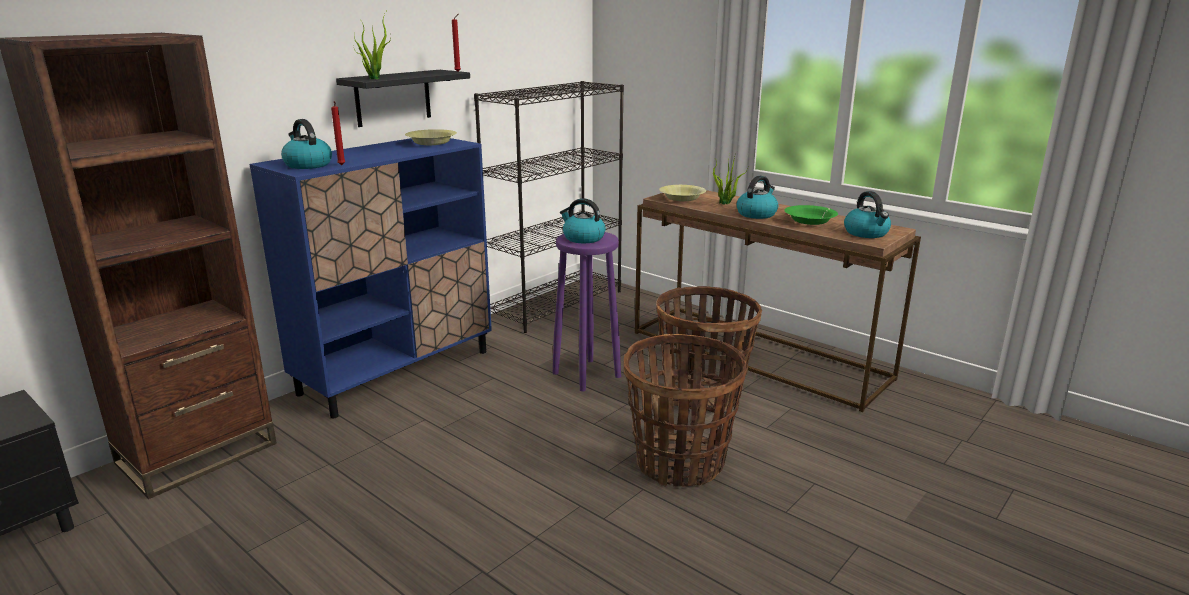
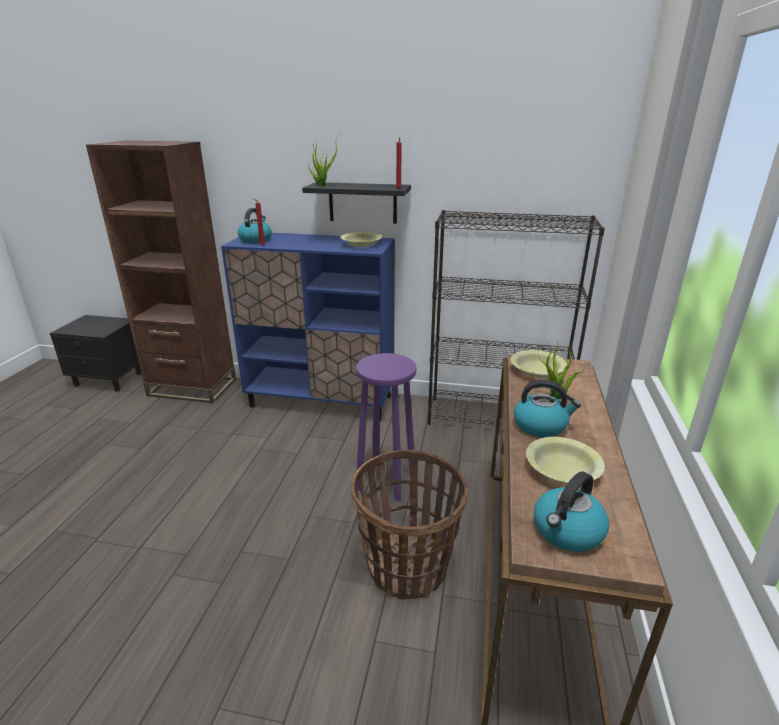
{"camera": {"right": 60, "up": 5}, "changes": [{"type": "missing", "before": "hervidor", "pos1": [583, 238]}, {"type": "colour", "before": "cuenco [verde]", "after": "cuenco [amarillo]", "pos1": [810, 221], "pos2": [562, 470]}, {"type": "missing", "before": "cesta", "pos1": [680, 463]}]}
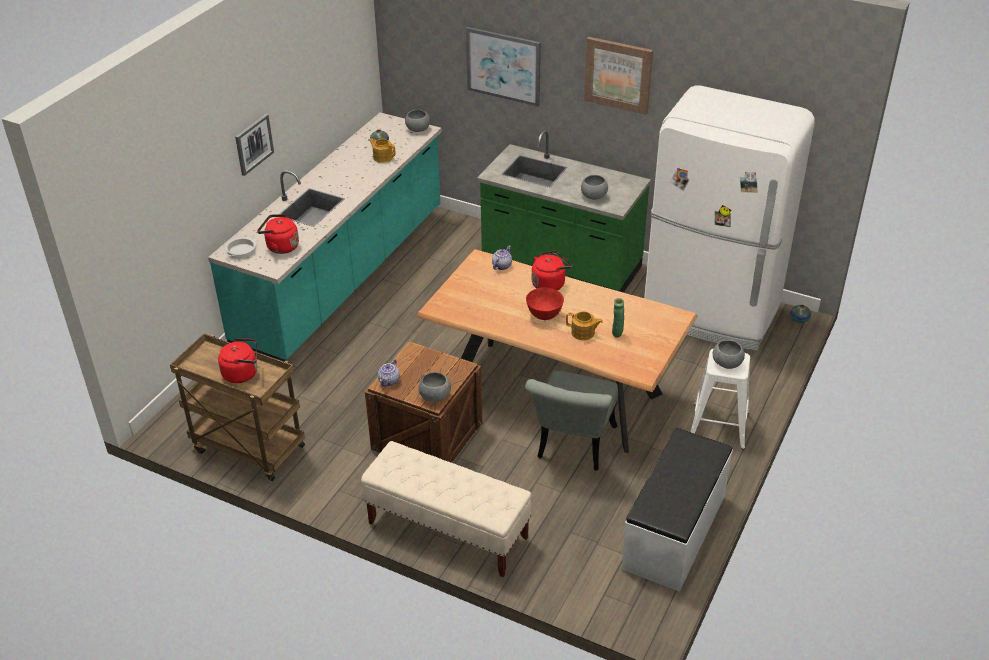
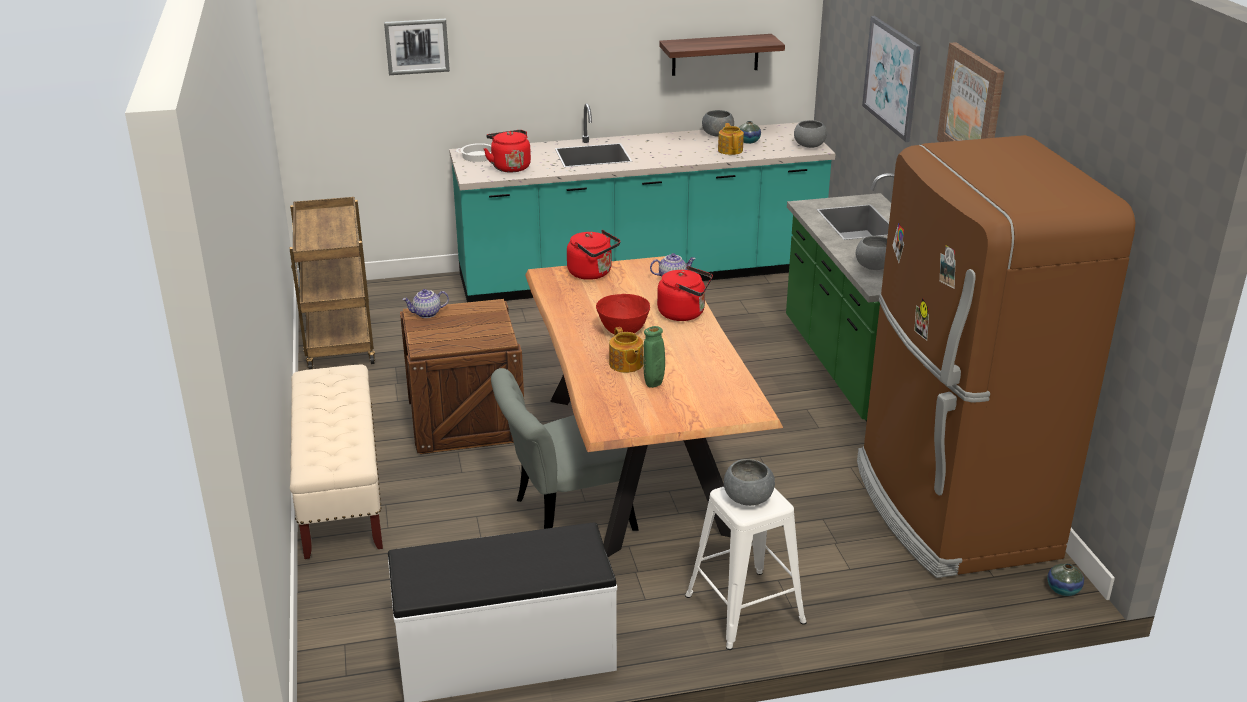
{"camera": {"right": 50, "up": -10}, "changes": [{"type": "colour", "before": "nevera [blanco]", "after": "nevera [marrón]", "pos1": [710, 312], "pos2": [951, 510]}, {"type": "relocated", "before": "cuadro", "pos1": [253, 144], "pos2": [417, 46]}, {"type": "relocated", "before": "hervidor [rojo]", "pos1": [242, 373], "pos2": [592, 273]}, {"type": "relocated", "before": "cuenco [gris]", "pos1": [435, 396], "pos2": [717, 134]}, {"type": "appeared", "after": "estante", "pos2": [715, 54]}]}
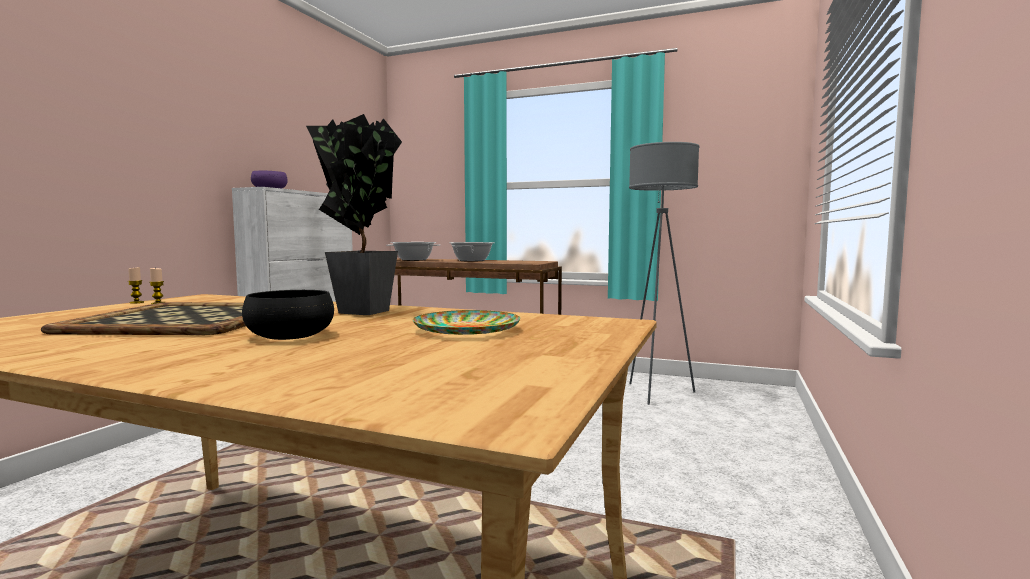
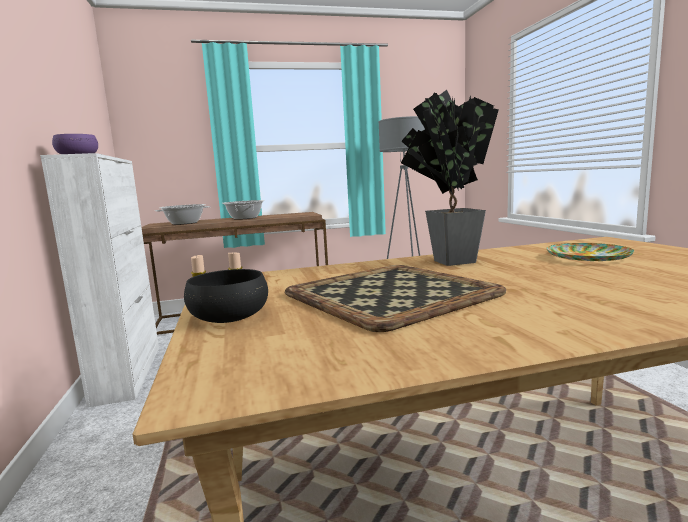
{"camera": {"right": -35, "up": 5}, "changes": [{"type": "relocated", "before": "cuenco [negro]", "pos1": [290, 335], "pos2": [229, 316]}]}
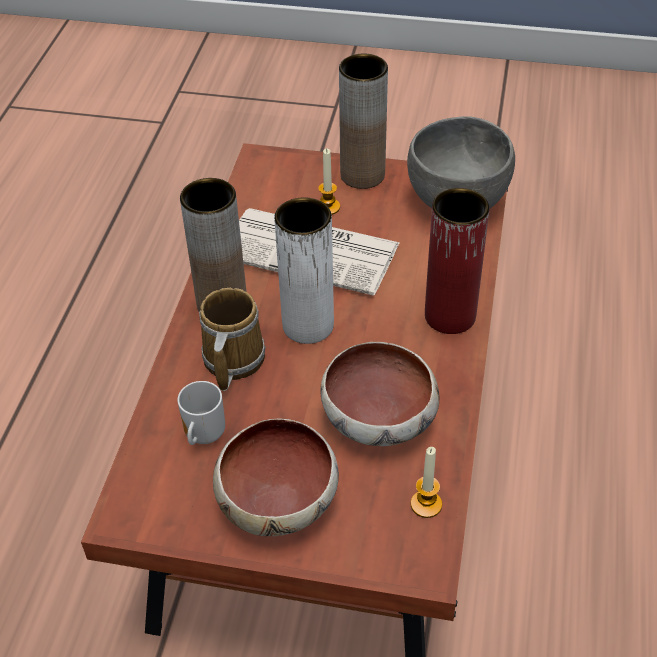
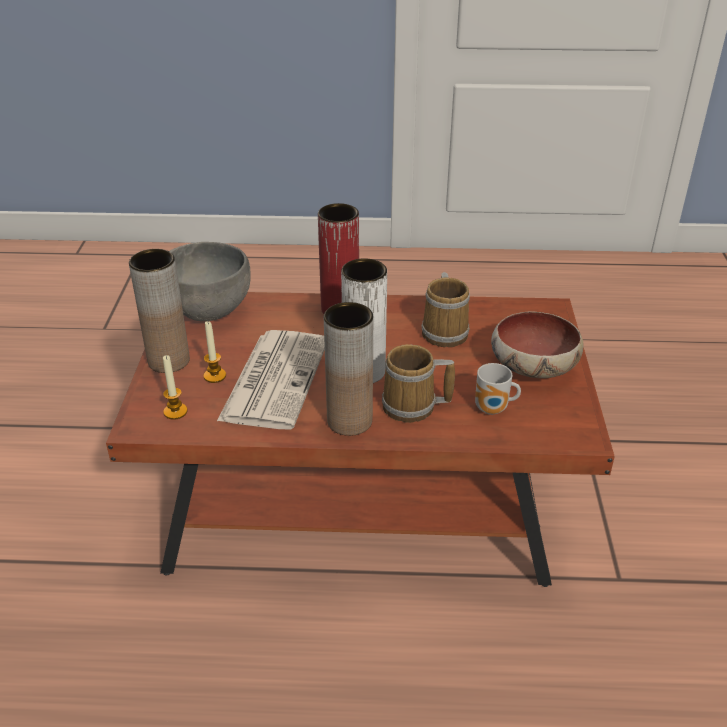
{"camera": {"right": -100, "up": -10}, "changes": [{"type": "exchanged", "before": "cuenco", "after": "taza grande", "pos1": [381, 419], "pos2": [446, 331]}, {"type": "relocated", "before": "vela", "pos1": [426, 504], "pos2": [175, 412]}]}
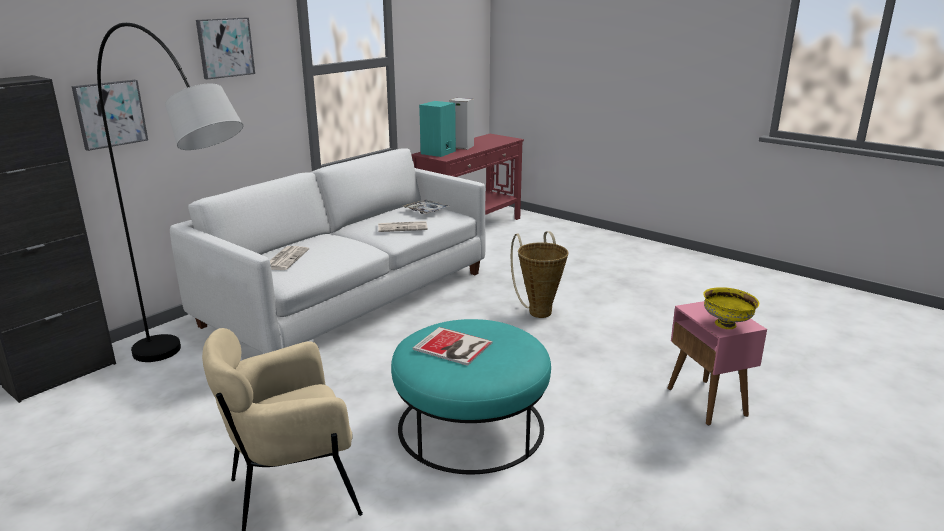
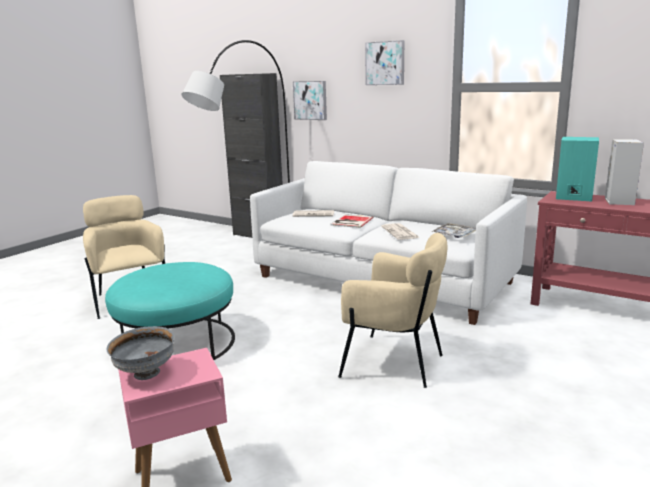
{"camera": {"right": 85, "up": -5}, "changes": [{"type": "exchanged", "before": "cesta", "after": "sillón [beis]", "pos1": [538, 310], "pos2": [393, 363]}, {"type": "colour", "before": "cuenco [amarillo]", "after": "cuenco [gris]", "pos1": [726, 324], "pos2": [146, 374]}, {"type": "relocated", "before": "libro", "pos1": [453, 347], "pos2": [351, 221]}]}
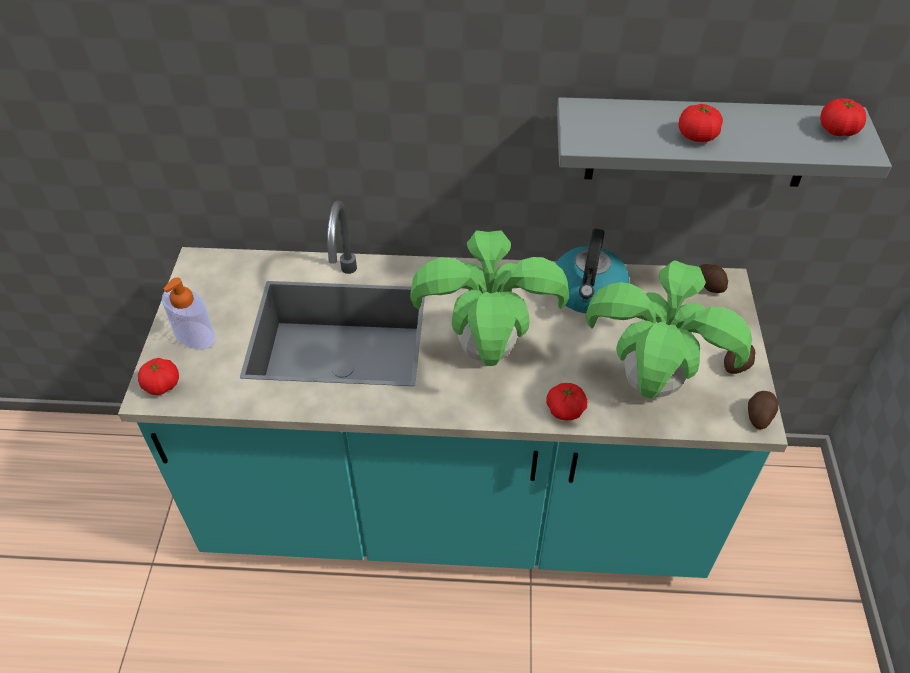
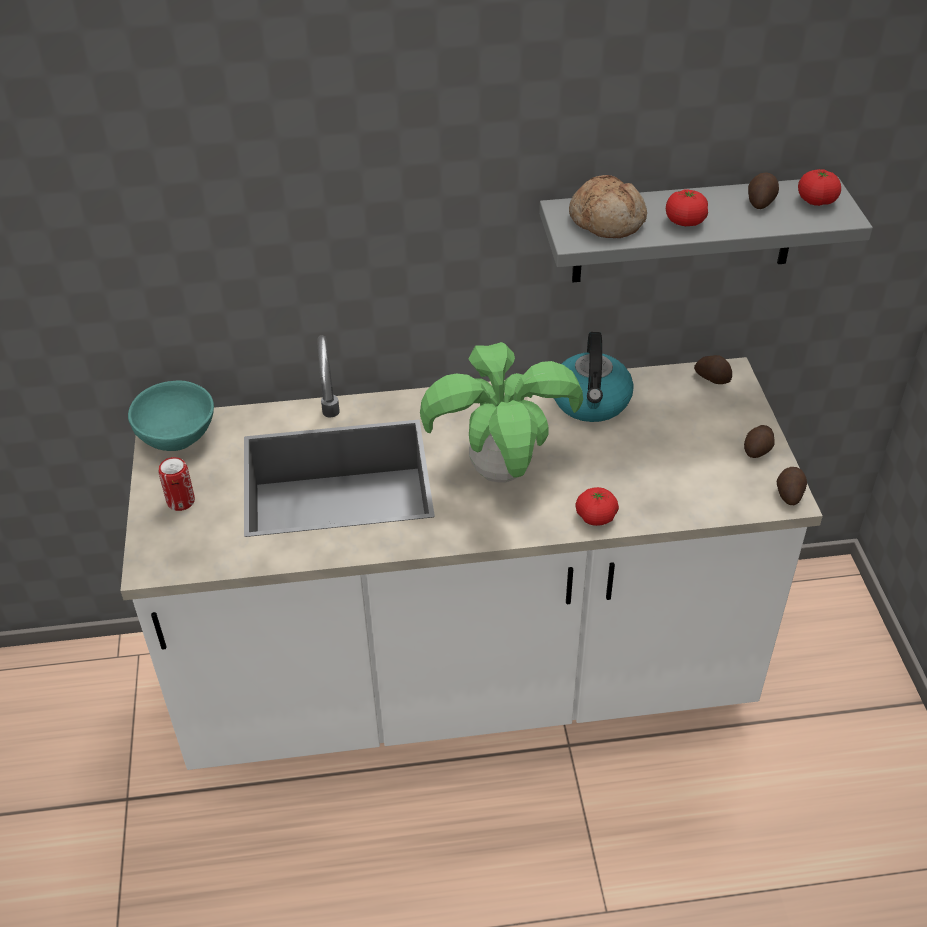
{"camera": {"right": -10, "up": -5}, "changes": [{"type": "colour", "before": "mueble bajo de cocina [turquesa]", "after": "mueble bajo de cocina [blanco]", "pos1": [455, 510], "pos2": [467, 683]}, {"type": "missing", "before": "planta en maceta", "pos1": [650, 384]}, {"type": "exchanged", "before": "dispensador de jabón", "after": "lata", "pos1": [194, 335], "pos2": [181, 501]}, {"type": "missing", "before": "tomate", "pos1": [162, 385]}, {"type": "appeared", "after": "patata", "pos2": [760, 201]}, {"type": "appeared", "after": "pan", "pos2": [607, 220]}, {"type": "appeared", "after": "cuenco [turquesa]", "pos2": [179, 437]}]}
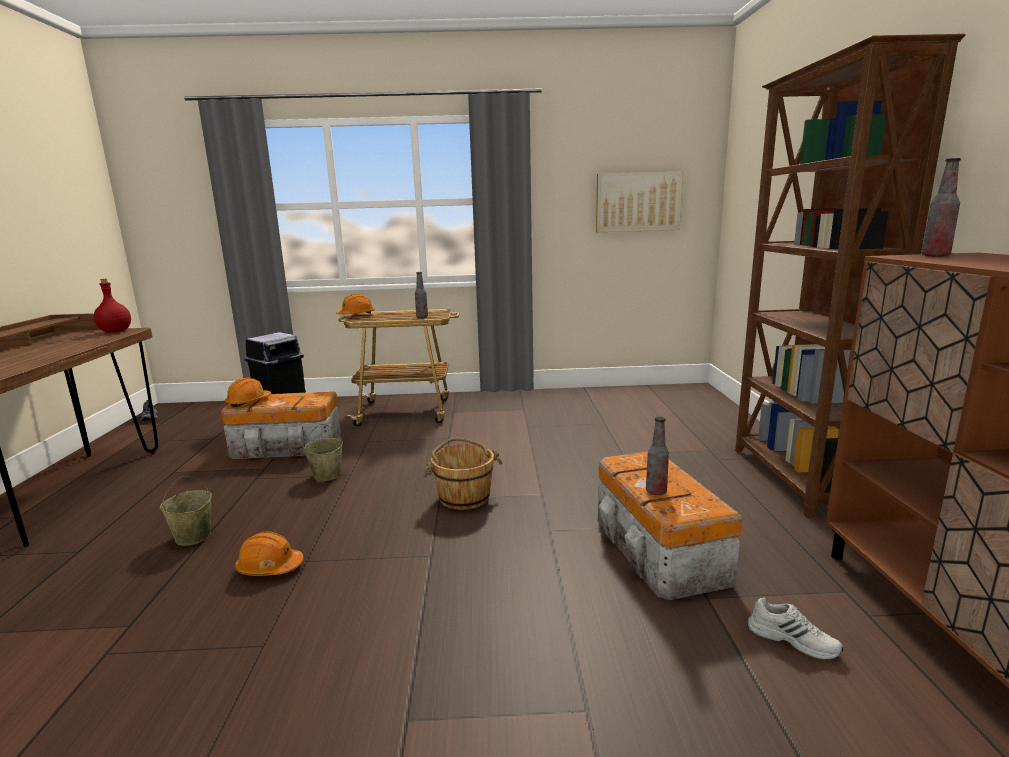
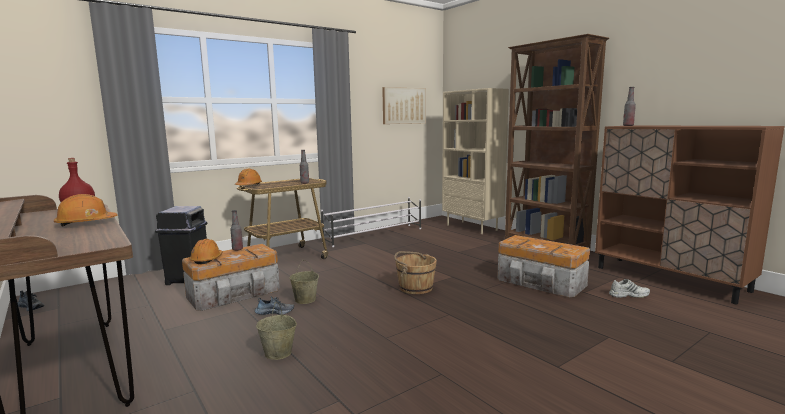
{"camera": {"right": -35, "up": -5}, "changes": [{"type": "relocated", "before": "botella", "pos1": [656, 492], "pos2": [237, 249]}, {"type": "relocated", "before": "casco [naranja]", "pos1": [269, 567], "pos2": [86, 223]}, {"type": "appeared", "after": "estantería [beis]", "pos2": [472, 227]}, {"type": "appeared", "after": "zapatero [blanco]", "pos2": [375, 235]}, {"type": "appeared", "after": "zapato", "pos2": [275, 312]}]}
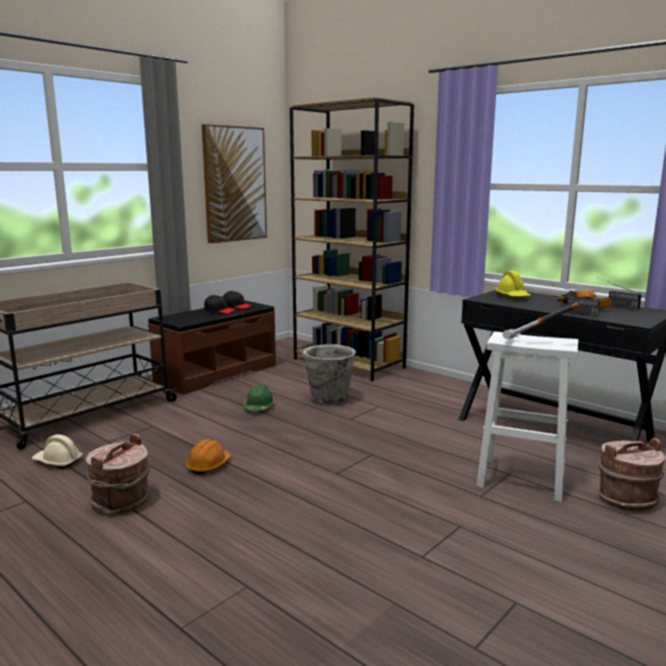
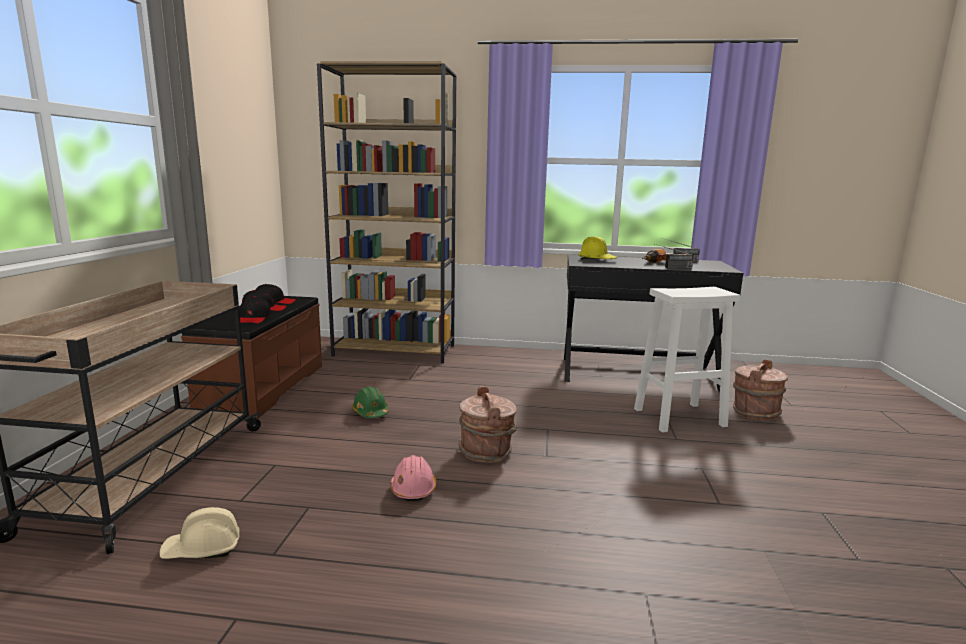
{"camera": {"right": -35, "up": 0}, "changes": [{"type": "missing", "before": "cuadro", "pos1": [234, 184]}, {"type": "missing", "before": "martillo", "pos1": [534, 344]}, {"type": "missing", "before": "cubo [gris]", "pos1": [328, 399]}, {"type": "relocated", "before": "cubo [marrón]", "pos1": [121, 502], "pos2": [486, 452]}, {"type": "colour", "before": "casco [naranja]", "after": "casco [rosa]", "pos1": [208, 465], "pos2": [413, 488]}, {"type": "appeared", "after": "gorra [negro]", "pos2": [254, 318]}]}
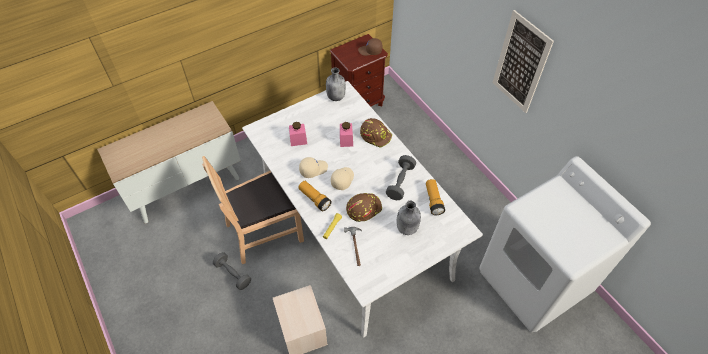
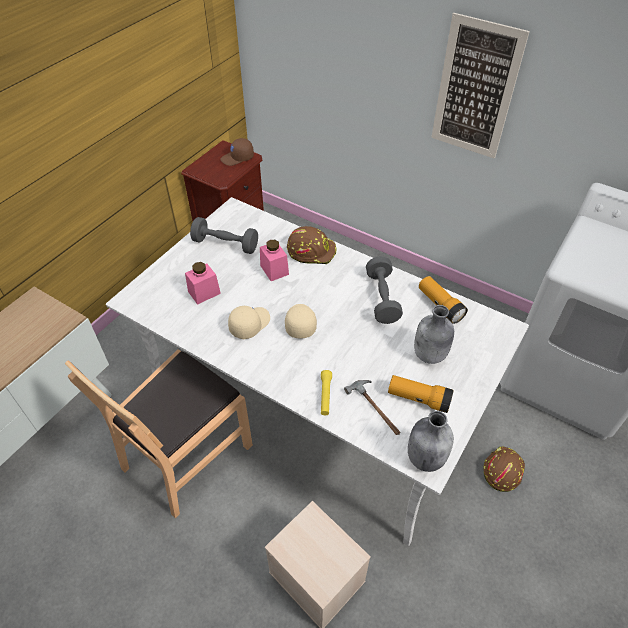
{"camera": {"right": -25, "up": -5}, "changes": [{"type": "relocated", "before": "botella [gris]", "pos1": [336, 96], "pos2": [425, 457]}, {"type": "relocated", "before": "linterna", "pos1": [314, 199], "pos2": [418, 399]}, {"type": "relocated", "before": "casco [marrón]", "pos1": [363, 208], "pos2": [502, 470]}, {"type": "relocated", "before": "mancuerna [gris]", "pos1": [233, 274], "pos2": [225, 244]}]}
